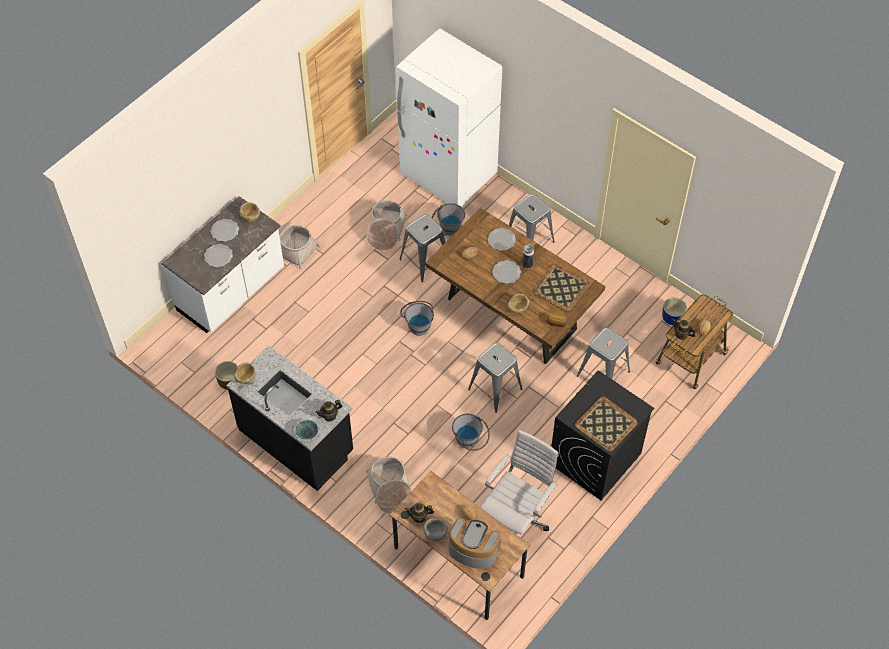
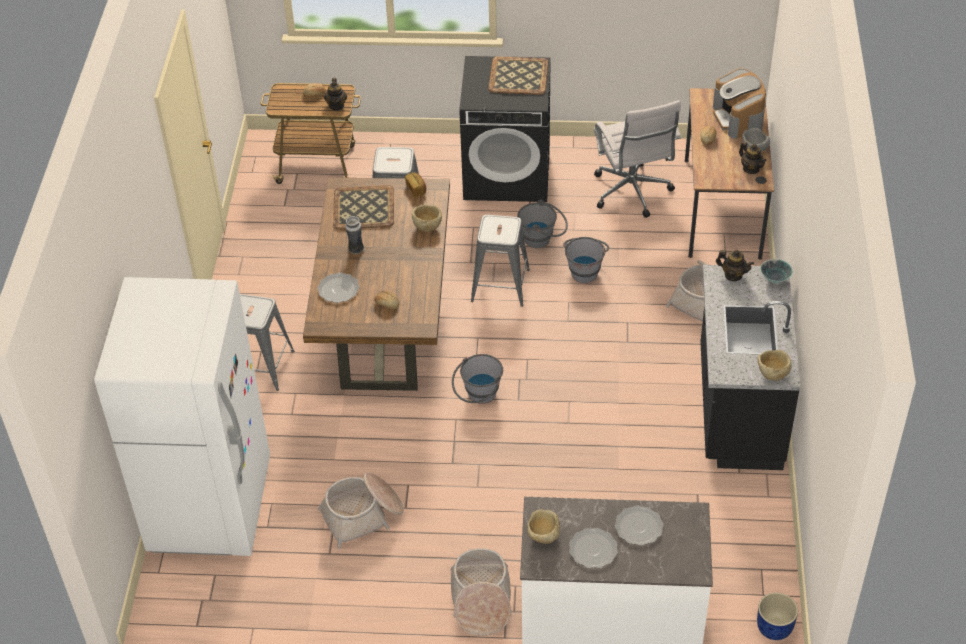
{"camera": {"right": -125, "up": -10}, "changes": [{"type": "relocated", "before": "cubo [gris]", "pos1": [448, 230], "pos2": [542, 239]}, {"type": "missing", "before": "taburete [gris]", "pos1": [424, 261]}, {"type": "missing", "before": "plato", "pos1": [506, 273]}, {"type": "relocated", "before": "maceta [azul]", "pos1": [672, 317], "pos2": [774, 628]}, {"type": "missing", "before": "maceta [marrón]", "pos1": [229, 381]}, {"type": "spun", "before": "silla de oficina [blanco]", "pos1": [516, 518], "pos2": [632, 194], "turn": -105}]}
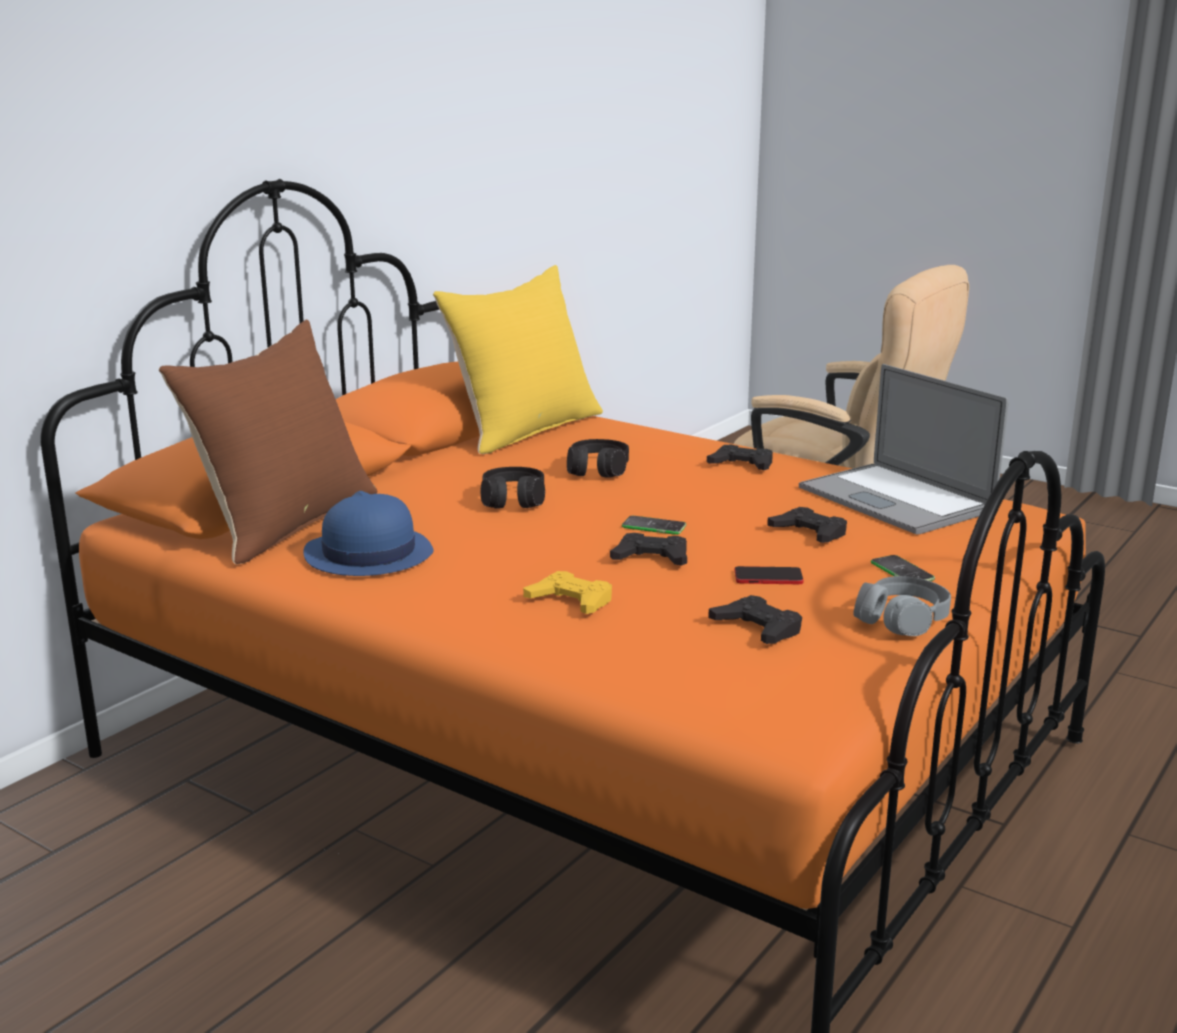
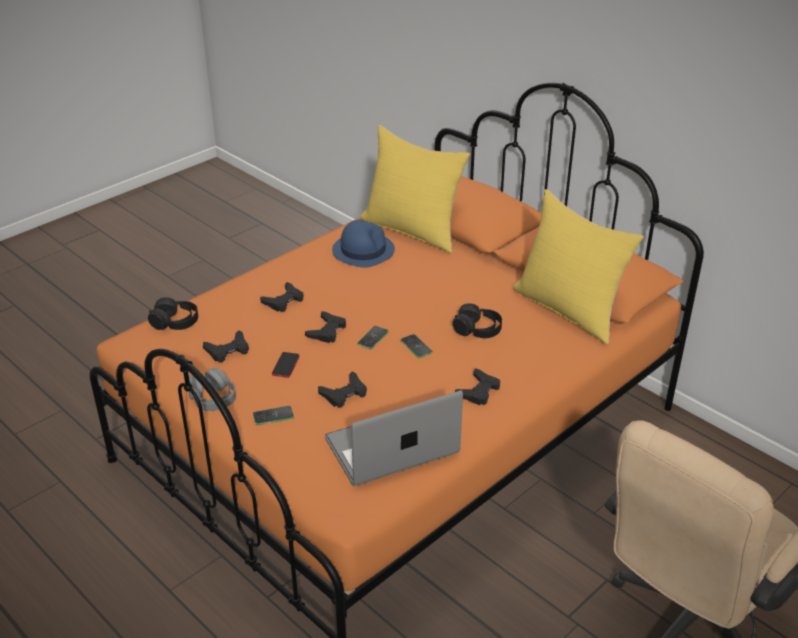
{"camera": {"right": 100, "up": 15}, "changes": [{"type": "colour", "before": "cojín [marrón]", "after": "cojín [amarillo]", "pos1": [286, 523], "pos2": [413, 229]}, {"type": "relocated", "before": "auriculares [negro]", "pos1": [513, 500], "pos2": [175, 322]}, {"type": "colour", "before": "mando de consola [amarillo]", "after": "mando de consola [negro]", "pos1": [571, 601], "pos2": [283, 301]}, {"type": "appeared", "after": "móvil", "pos2": [416, 346]}]}
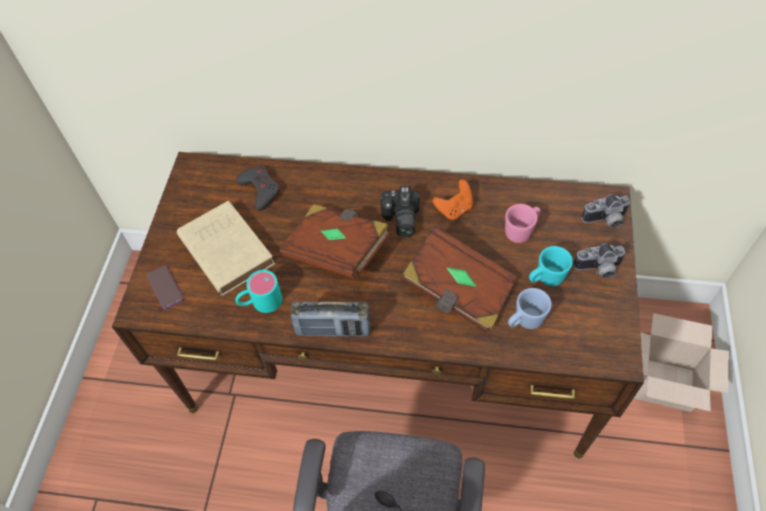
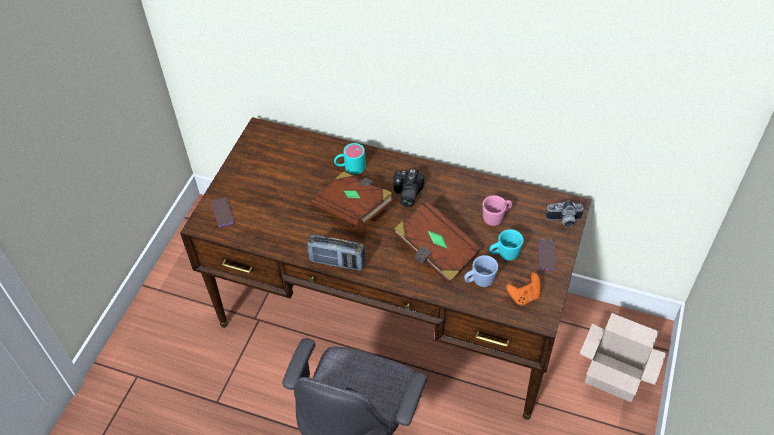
{"camera": {"right": 10, "up": -5}, "changes": [{"type": "missing", "before": "mando de consola [gris]", "pos1": [260, 189]}, {"type": "relocated", "before": "mando de consola [naranja]", "pos1": [454, 209], "pos2": [524, 296]}, {"type": "missing", "before": "libro [beis]", "pos1": [225, 249]}, {"type": "exchanged", "before": "cámara", "after": "móvil", "pos1": [598, 270], "pos2": [546, 255]}, {"type": "relocated", "before": "taza grande [turquesa]", "pos1": [260, 302], "pos2": [350, 167]}]}
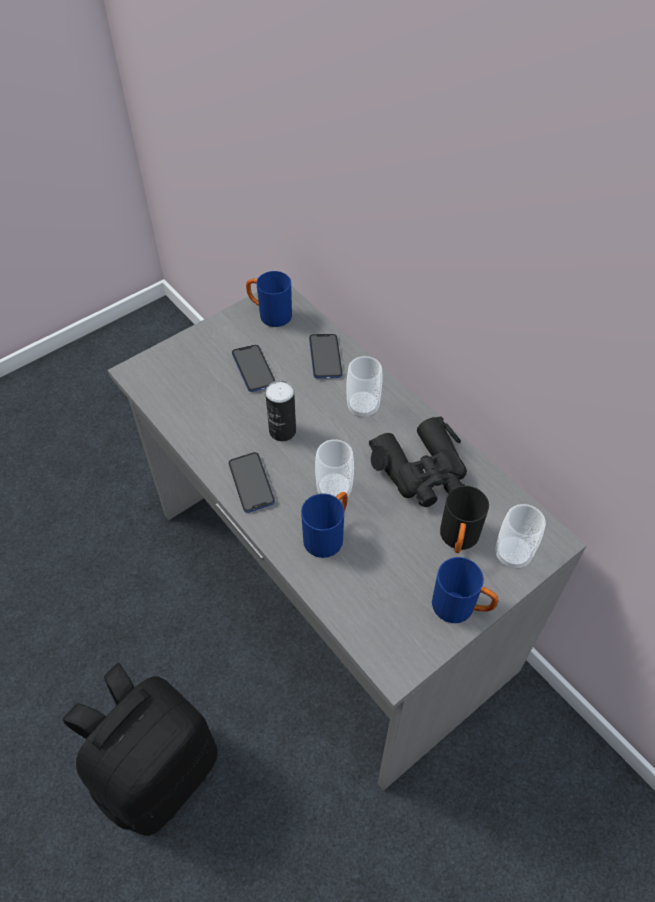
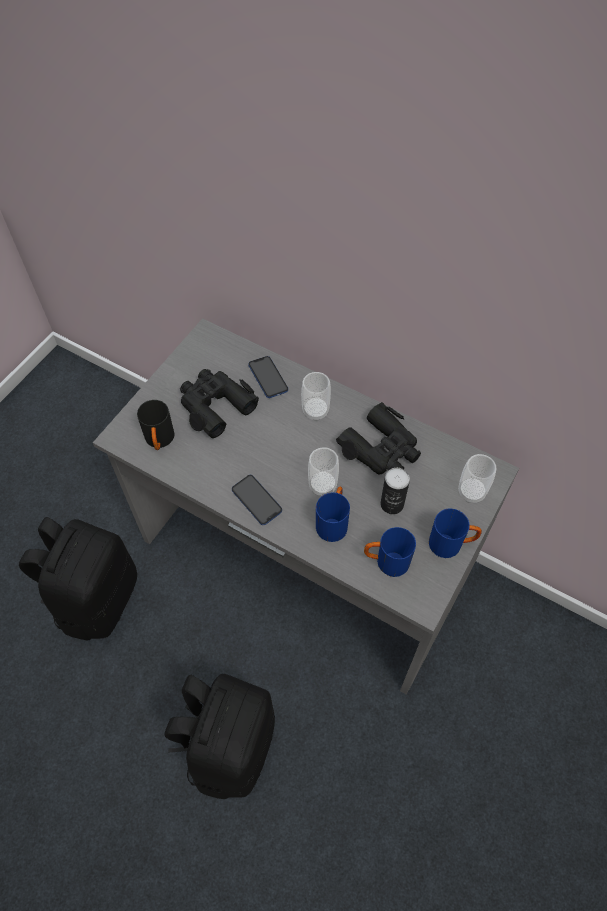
{"camera": {"right": -20, "up": 5}, "changes": [{"type": "relocated", "before": "taza grande [azul]", "pos1": [269, 314], "pos2": [386, 562]}, {"type": "exchanged", "before": "móvil", "after": "prismáticos [negro]", "pos1": [253, 369], "pos2": [215, 405]}, {"type": "relocated", "before": "lata", "pos1": [282, 431], "pos2": [392, 504]}, {"type": "relocated", "before": "taza grande [negro]", "pos1": [458, 540], "pos2": [160, 441]}, {"type": "appeared", "after": "mochila [negro]", "pos2": [97, 598]}]}
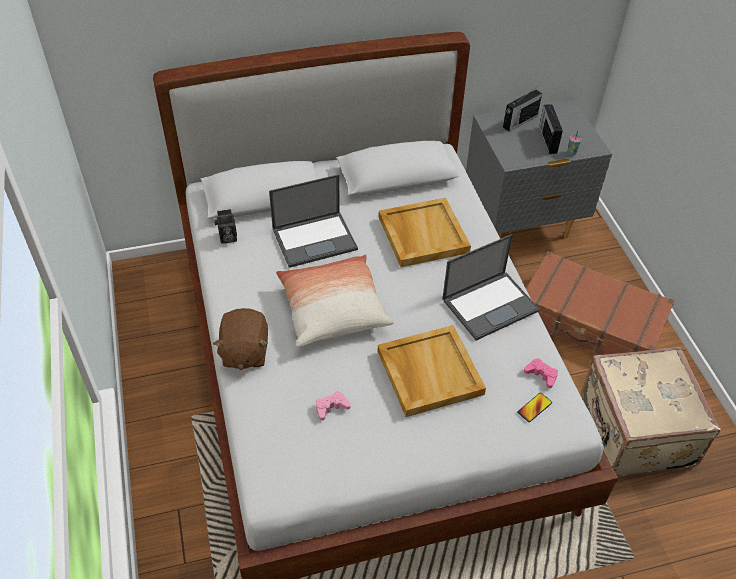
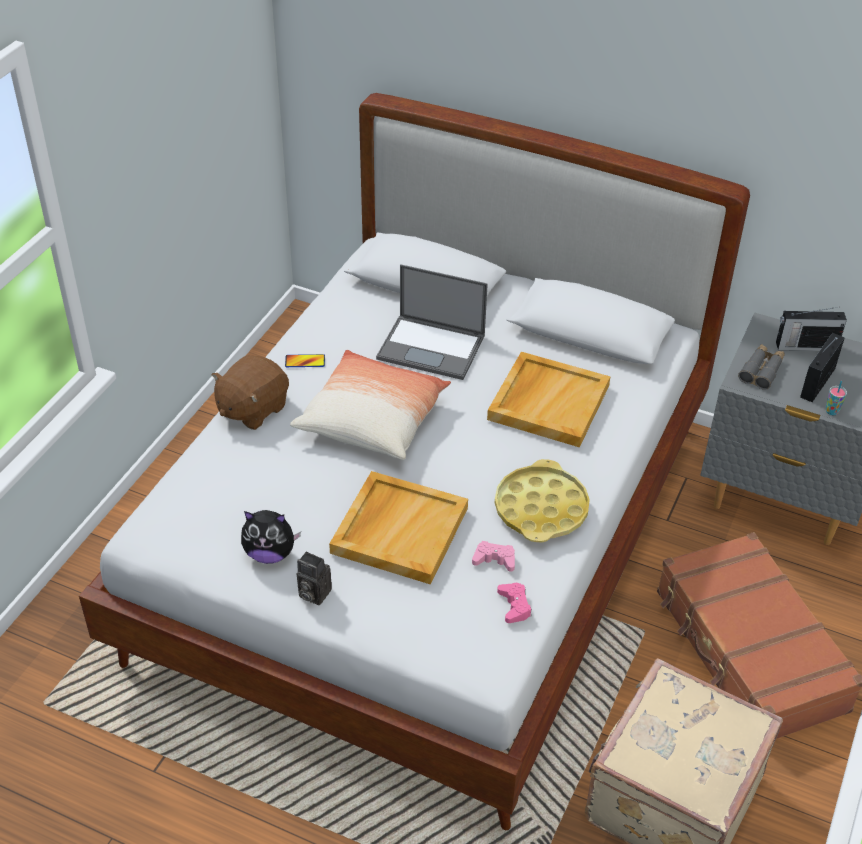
{"camera": {"right": 40, "up": -5}, "changes": [{"type": "relocated", "before": "cámara", "pos1": [227, 238], "pos2": [312, 593]}, {"type": "exchanged", "before": "portátil", "after": "bandeja [amarillo]", "pos1": [490, 304], "pos2": [541, 508]}, {"type": "relocated", "before": "mando de consola [rosa]", "pos1": [331, 407], "pos2": [494, 560]}, {"type": "relocated", "before": "móvil", "pos1": [534, 408], "pos2": [305, 361]}, {"type": "appeared", "after": "prismáticos [gris]", "pos2": [761, 371]}, {"type": "appeared", "after": "peluche", "pos2": [270, 553]}]}
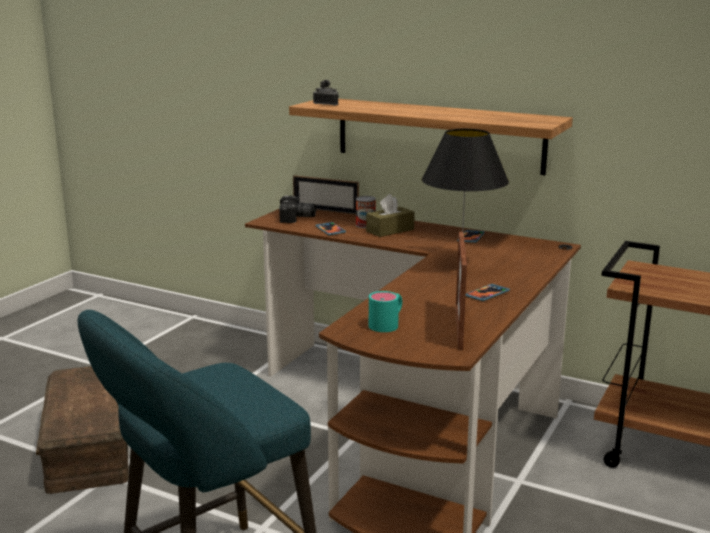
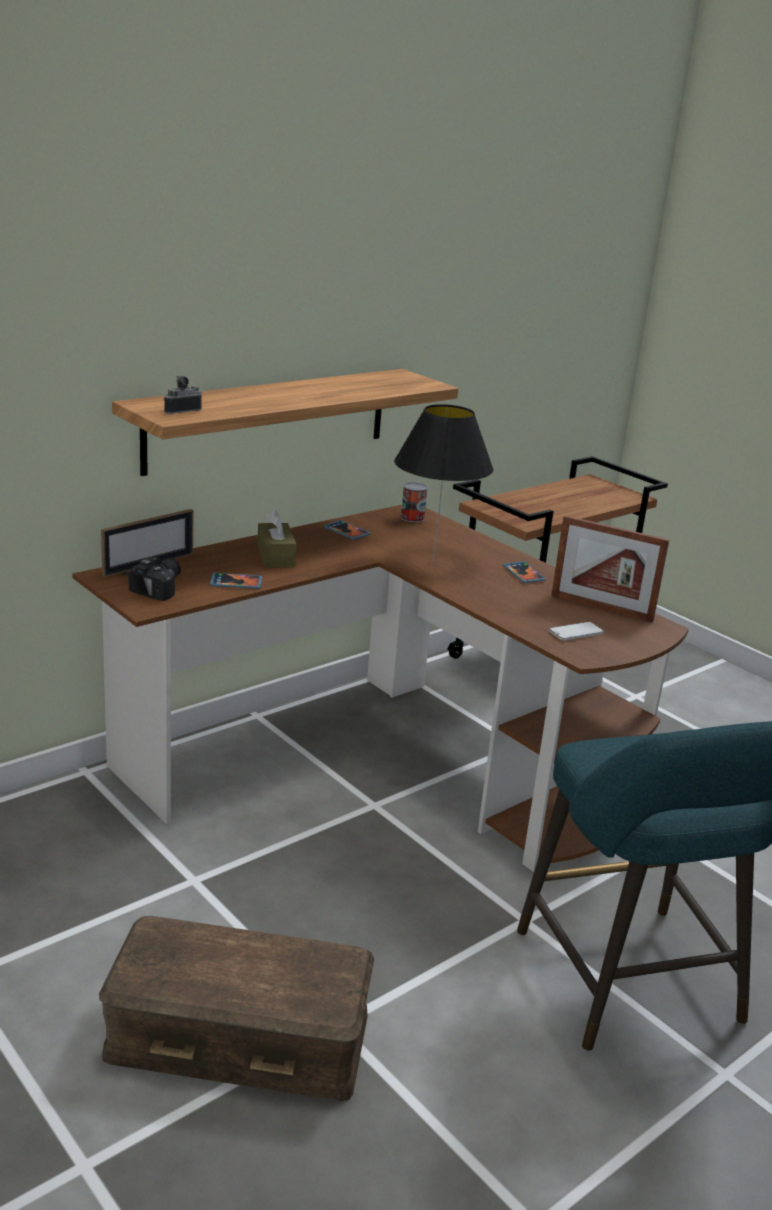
{"camera": {"right": -70, "up": 5}, "changes": [{"type": "relocated", "before": "lata", "pos1": [365, 225], "pos2": [412, 518]}, {"type": "exchanged", "before": "taza grande [turquesa]", "after": "móvil", "pos1": [388, 324], "pos2": [575, 633]}]}
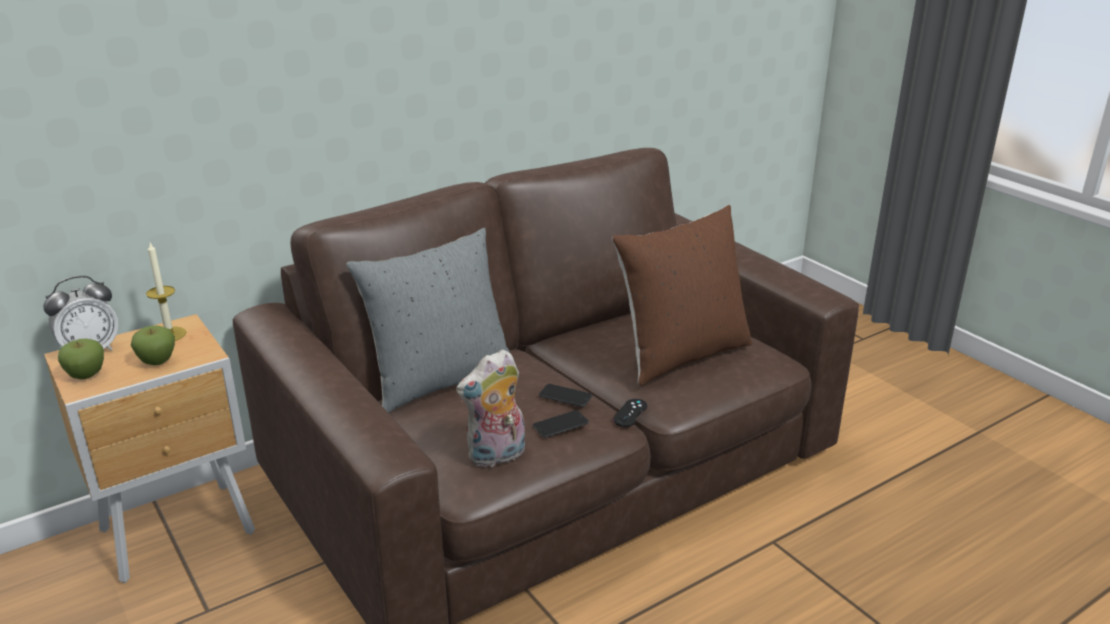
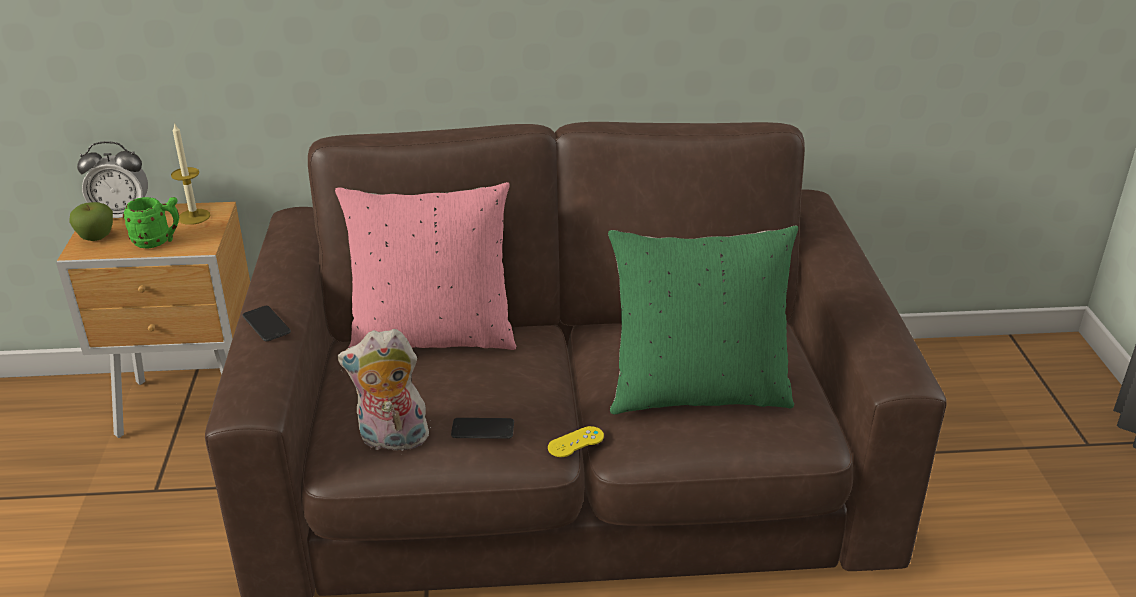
{"camera": {"right": 30, "up": 5}, "changes": [{"type": "colour", "before": "cojín [marrón]", "after": "cojín [verde]", "pos1": [681, 354], "pos2": [697, 392]}, {"type": "colour", "before": "cojín [gris]", "after": "cojín [rosa]", "pos1": [439, 380], "pos2": [432, 337]}, {"type": "exchanged", "before": "manzana", "after": "taza grande [verde]", "pos1": [157, 362], "pos2": [158, 241]}, {"type": "relocated", "before": "móvil", "pos1": [565, 396], "pos2": [266, 324]}, {"type": "colour", "before": "mando de consola [negro]", "after": "mando de consola [amarillo]", "pos1": [630, 413], "pos2": [576, 442]}]}
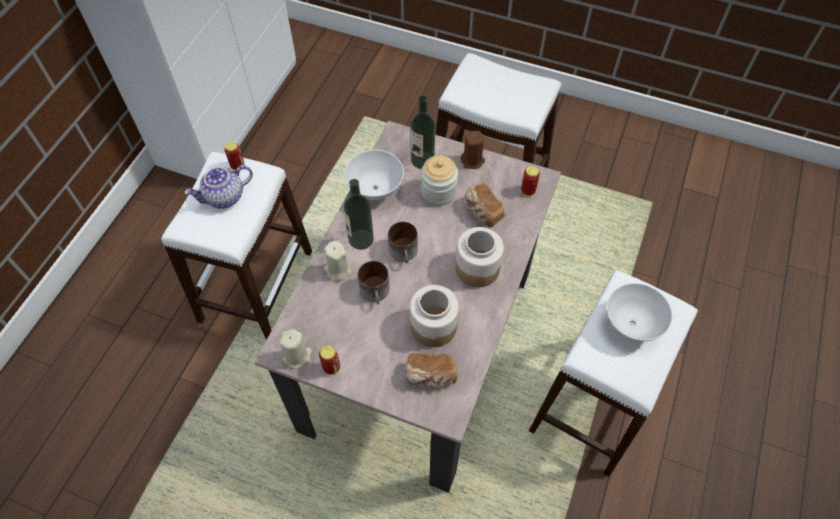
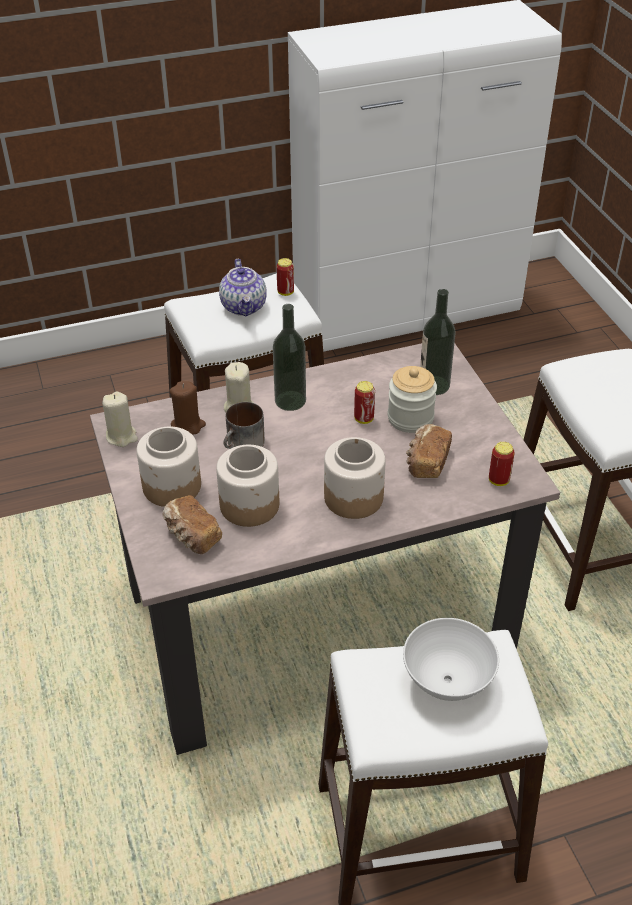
{"camera": {"right": 50, "up": -15}, "changes": [{"type": "relocated", "before": "vela [marrón]", "pos1": [472, 160], "pos2": [188, 425]}, {"type": "missing", "before": "cuenco [blanco]", "pos1": [375, 190]}, {"type": "spun", "before": "tetera", "pos1": [224, 197], "pos2": [244, 307], "turn": -120}, {"type": "missing", "before": "taza grande", "pos1": [405, 253]}, {"type": "relocated", "before": "lata", "pos1": [331, 367], "pos2": [363, 419]}, {"type": "appeared", "after": "tarro", "pos2": [172, 486]}]}
